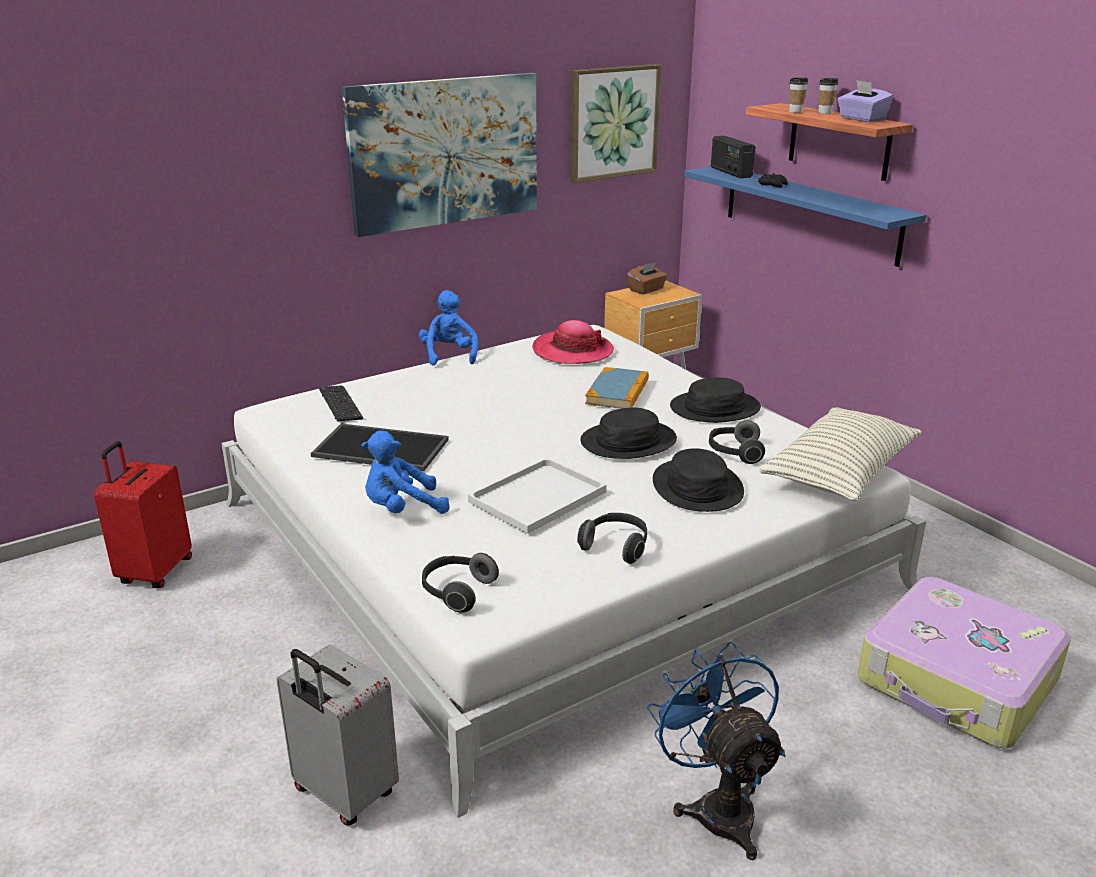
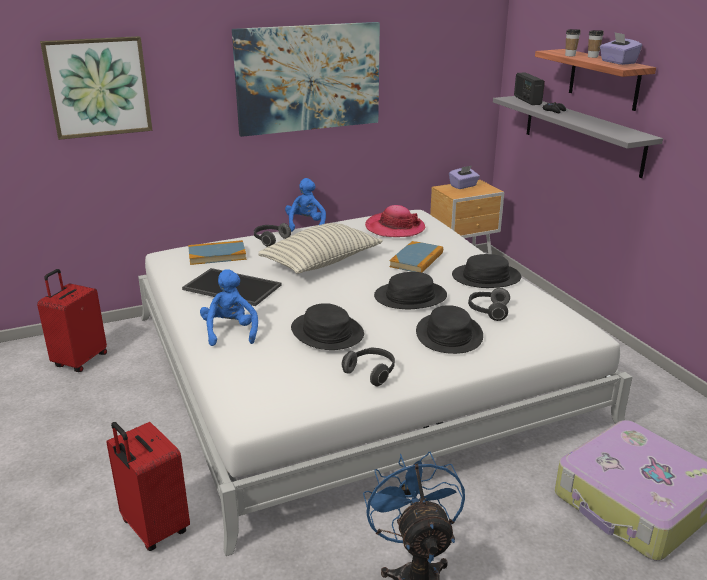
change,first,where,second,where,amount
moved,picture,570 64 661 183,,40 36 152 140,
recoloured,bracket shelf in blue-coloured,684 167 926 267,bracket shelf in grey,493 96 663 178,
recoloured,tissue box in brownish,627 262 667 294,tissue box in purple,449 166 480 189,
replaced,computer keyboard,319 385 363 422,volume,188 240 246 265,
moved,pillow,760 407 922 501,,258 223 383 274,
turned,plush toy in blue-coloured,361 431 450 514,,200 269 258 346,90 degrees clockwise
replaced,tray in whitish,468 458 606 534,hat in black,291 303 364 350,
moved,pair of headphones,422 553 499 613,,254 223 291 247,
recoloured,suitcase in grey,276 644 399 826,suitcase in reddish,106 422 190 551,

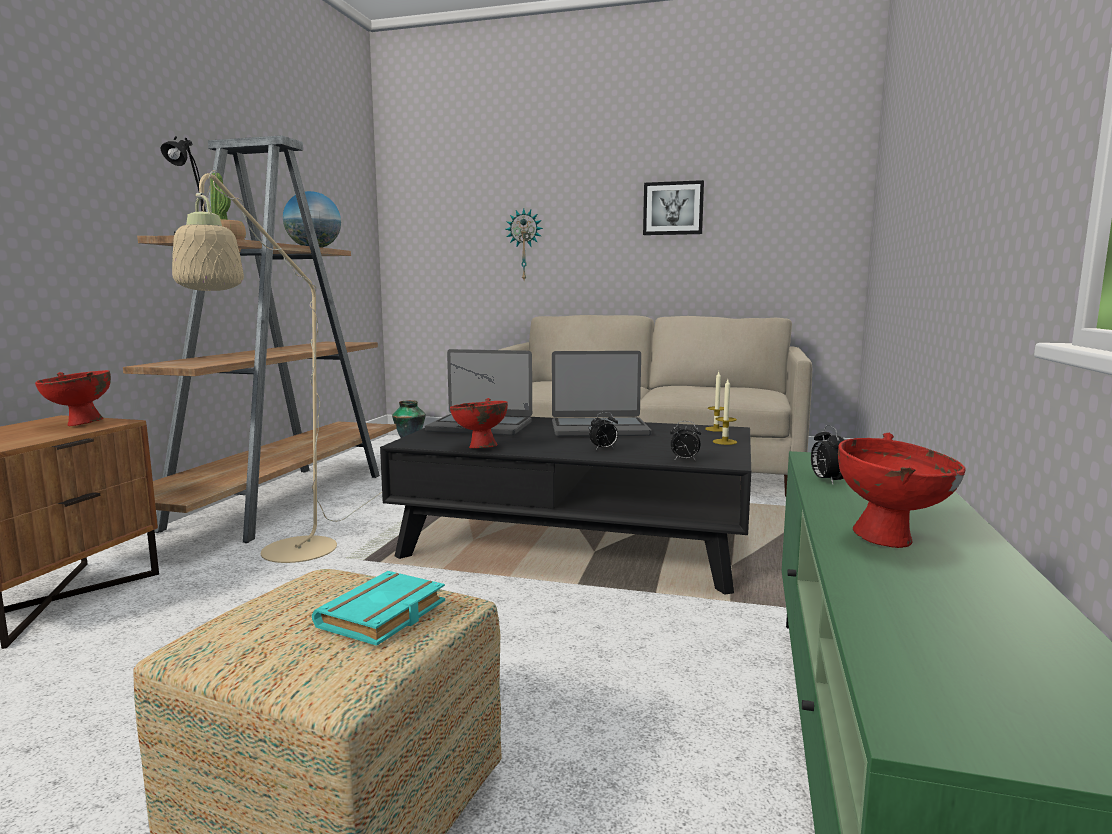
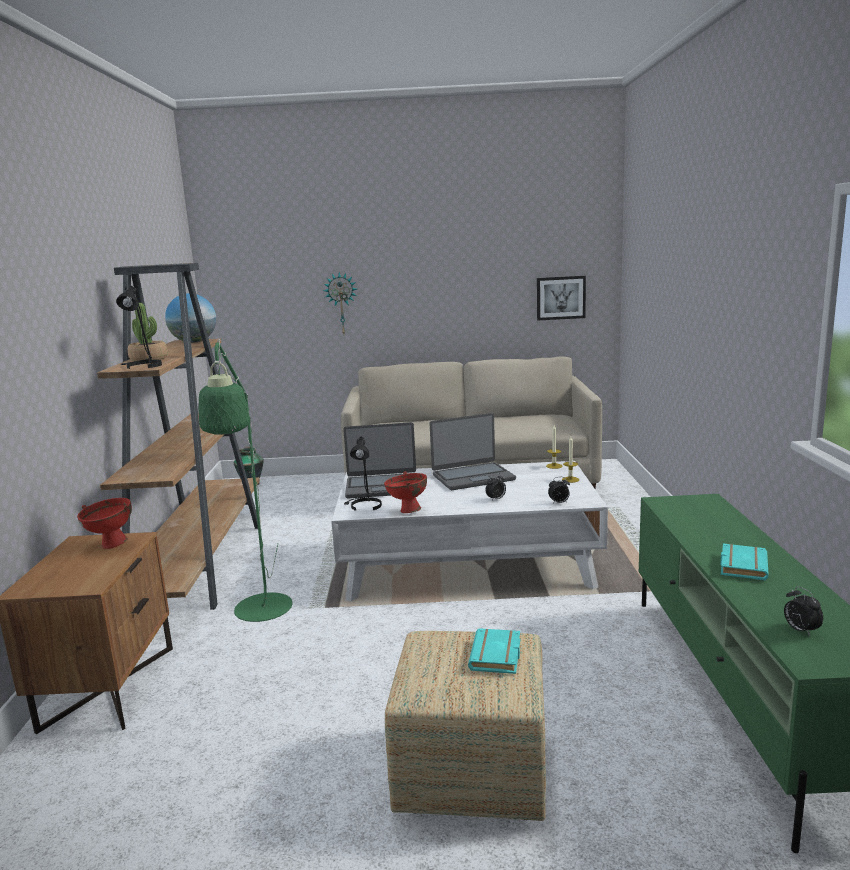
change,first,where,second,where,amount
recoloured,floor lamp in sand-coloured,172 170 382 563,floor lamp in greenish,199 339 293 622,
moved,picture,643 180 704 235,,537 276 586 320,
recoloured,low table in black,380 416 751 595,low table in whitish,331 461 608 602,
moved,alarm clock,811 425 844 484,,784 586 823 636,
replaced,deep dish in reddish,838 433 966 548,volume in turquoise-coloured,720 544 769 580,
added,,,table lamp in black,344 436 382 511,

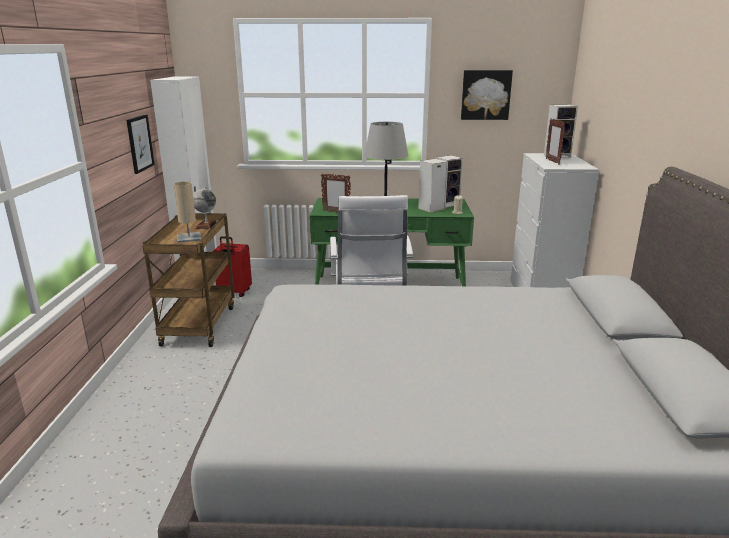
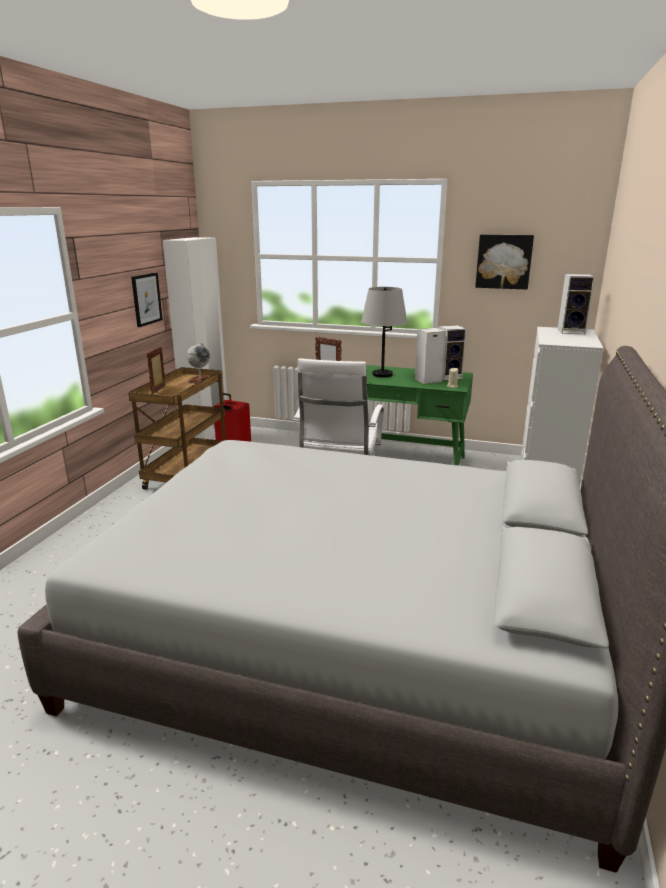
change,first,where,second,where,amount
moved,standing frame,546 119 565 165,,147 346 166 394,
removed,table lamp in sand-coloured,173 182 201 243,,,

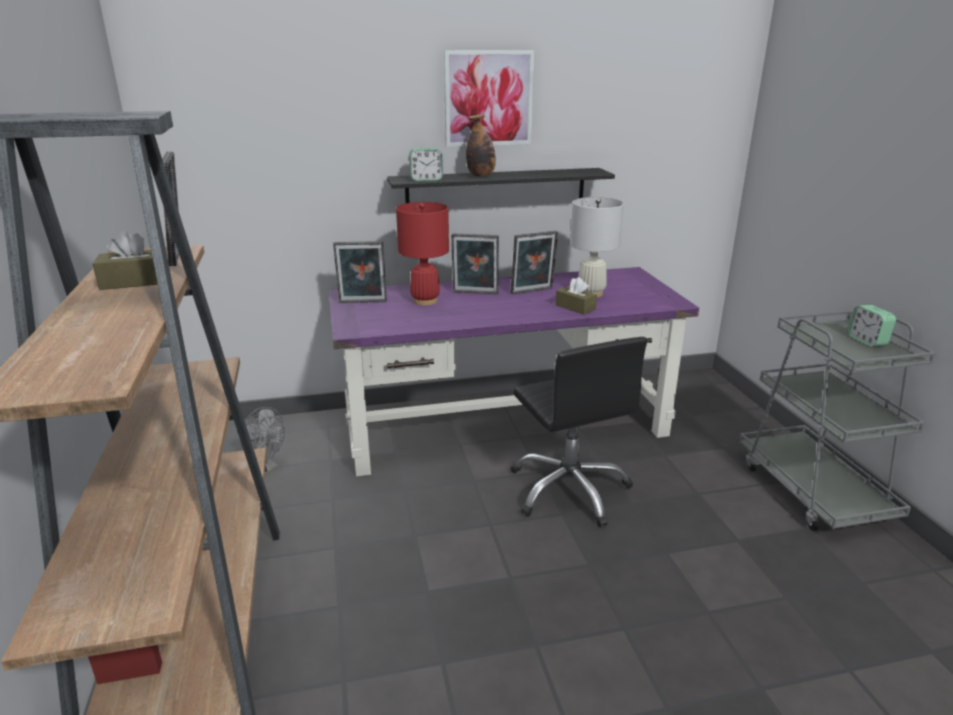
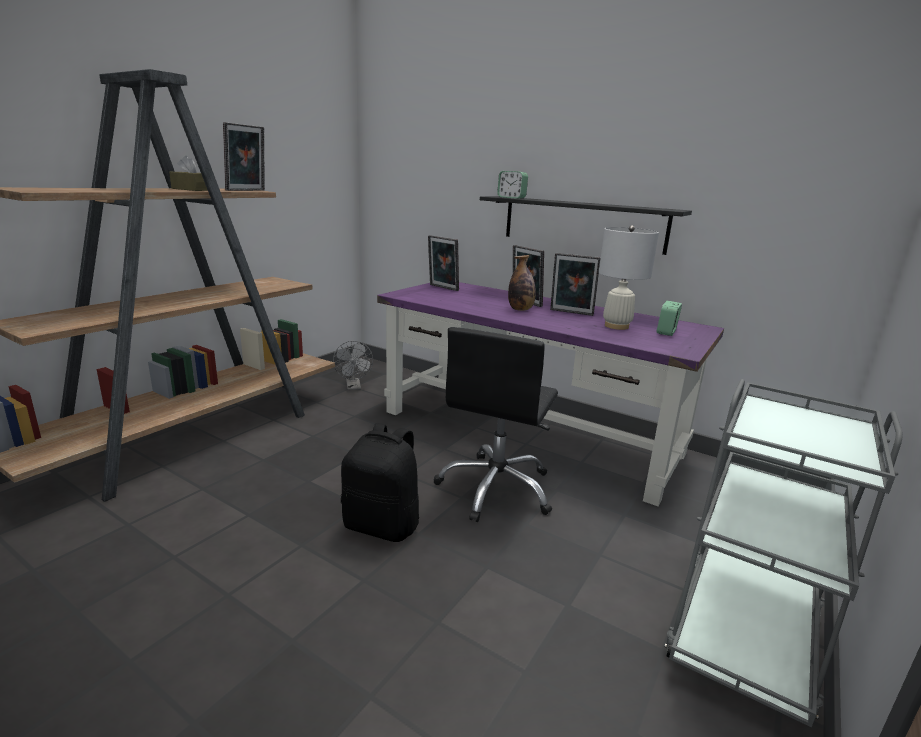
change,first,where,second,where,amount
removed,picture,444 50 534 147,,,
moved,beverage bottle,466 114 496 177,,508 255 536 311,
removed,table lamp in reddish,396 202 449 306,,,
removed,tissue box in brownish,555 277 597 315,,,
moved,alarm clock,848 305 896 347,,657 301 682 336,
added,,,knapsack in black,341 423 420 542,

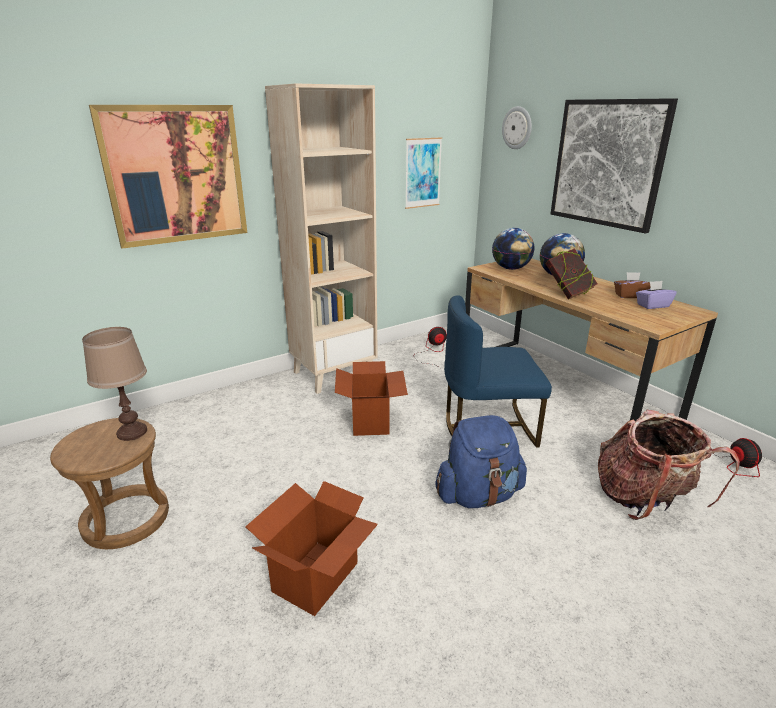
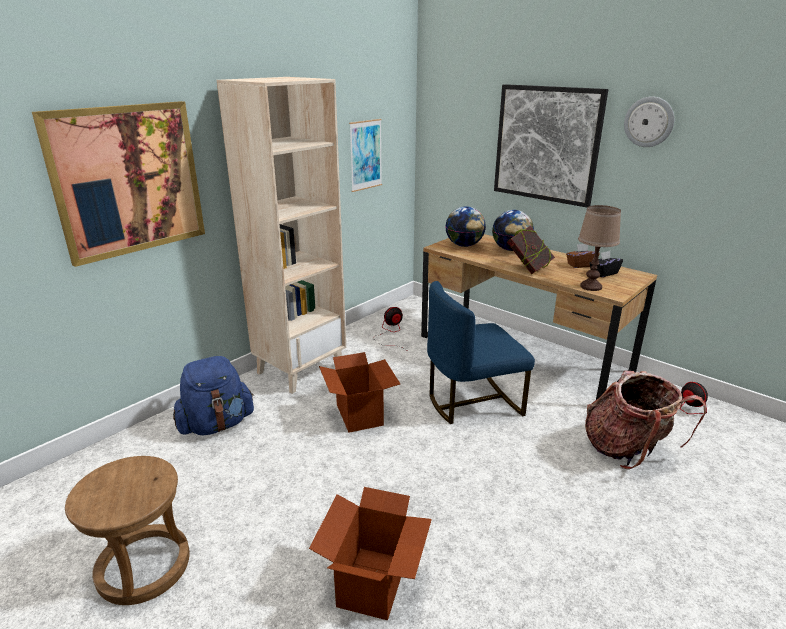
change,first,where,second,where,amount
moved,hanging clock,502 106 532 149,,624 96 674 147,
recoloured,tissue box in purple,636 281 677 309,tissue box in black,589 251 623 277,
moved,table lamp in brownish,82 327 147 441,,578 205 621 291,
moved,knapsack in blue-coloured,435 415 527 508,,173 356 254 435,

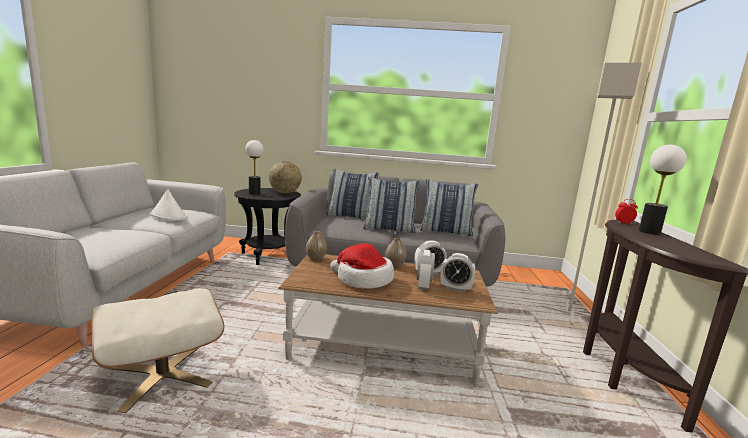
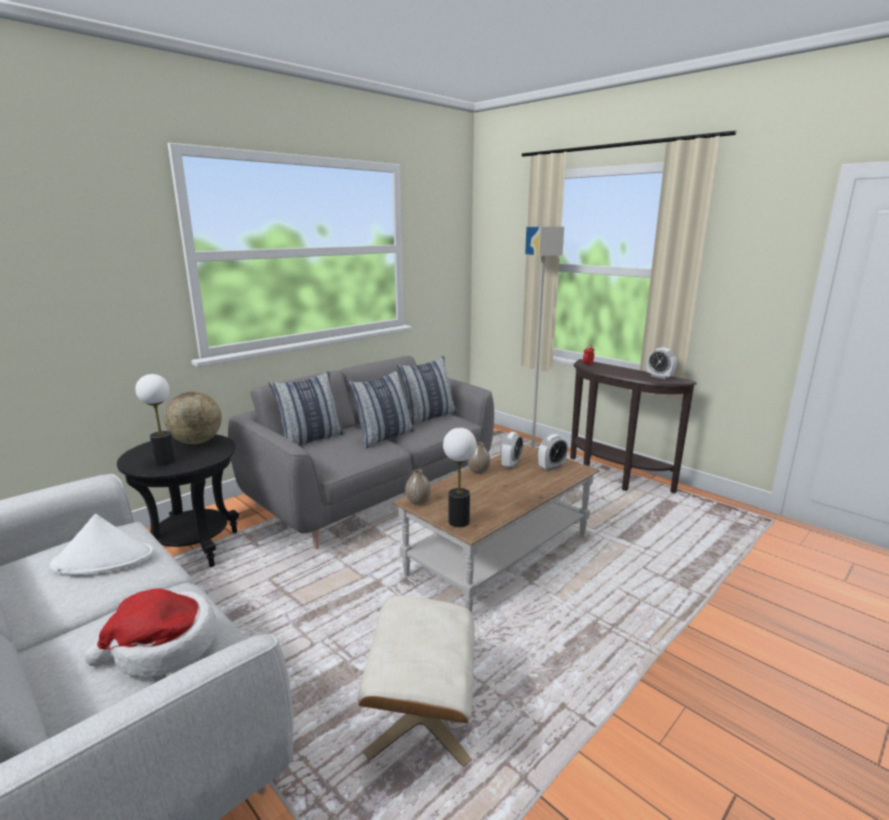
change,first,where,second,where,amount
moved,table lamp,639 145 687 235,,443 428 476 527,
moved,hat,330 243 394 289,,84 588 217 678,
moved,alarm clock,417 250 435 290,,647 347 677 379,

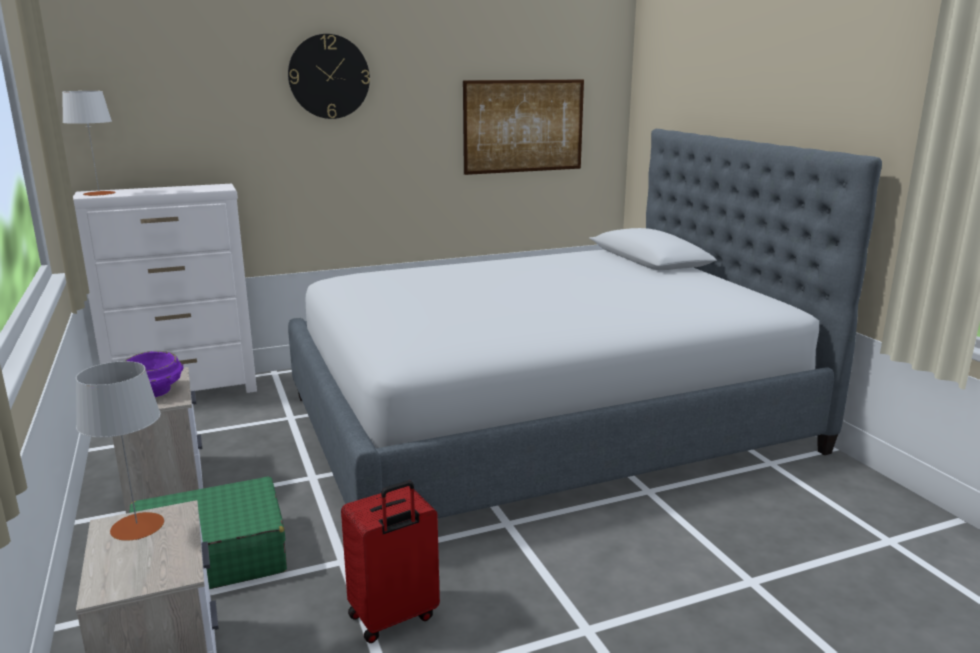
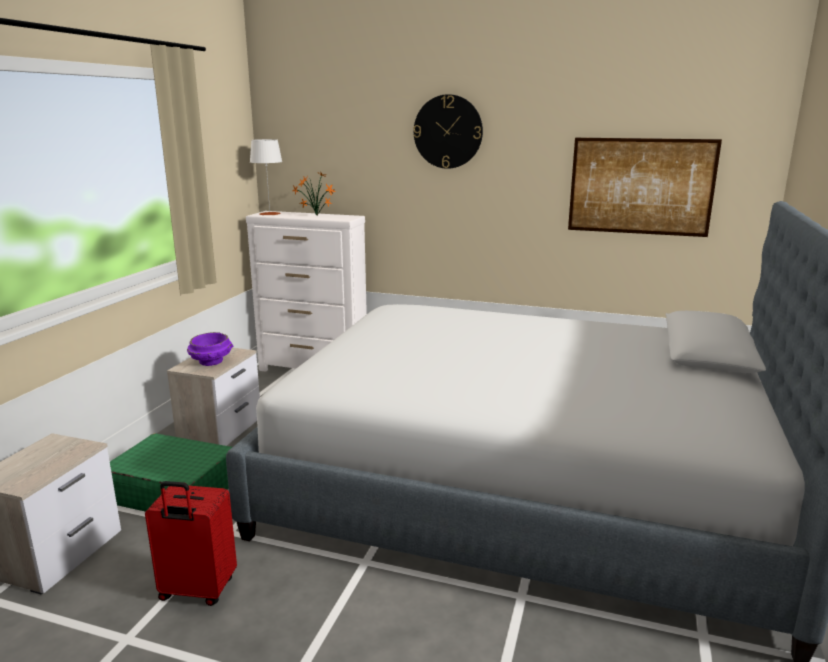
change,first,where,second,where,amount
removed,table lamp in grey,76 361 164 541,,,
added,,,houseplant,292 172 336 216,

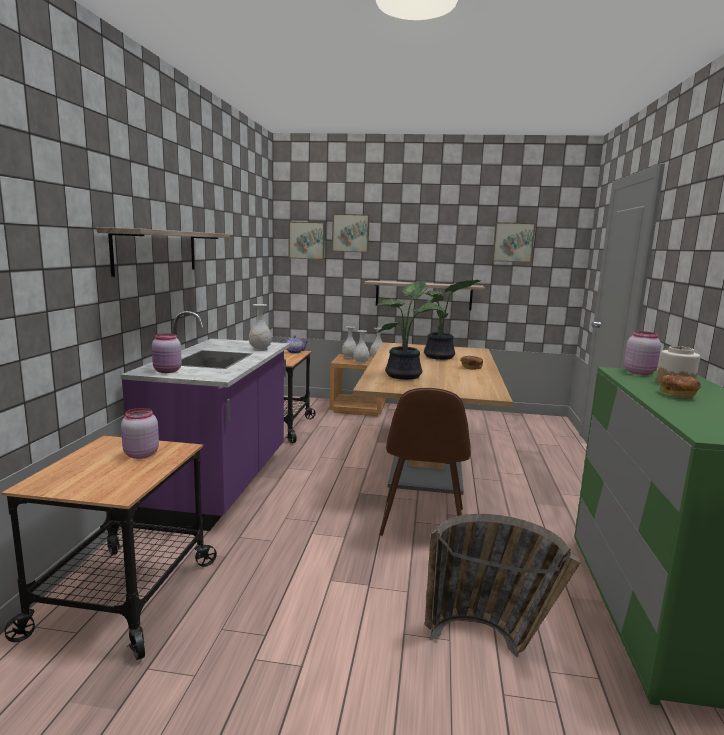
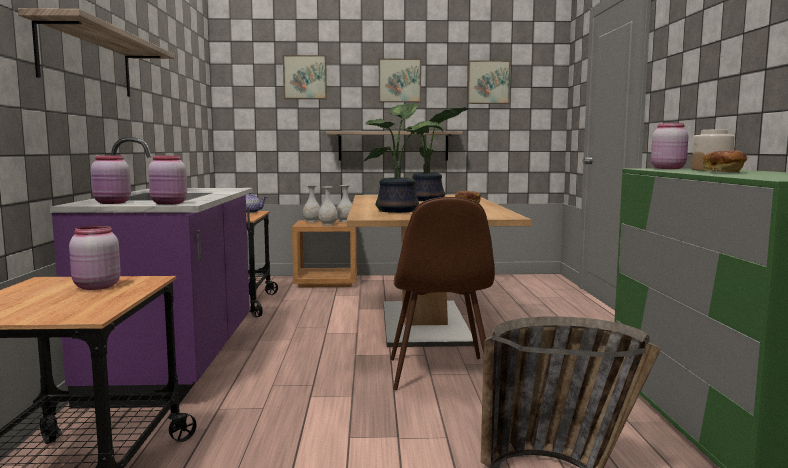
change,first,where,second,where,amount
moved,picture,288 221 325 260,,379 59 421 102,
removed,flower vase in whitish,249 304 272 351,,,
added,,,preserve jar in pinkish,148 156 187 205,

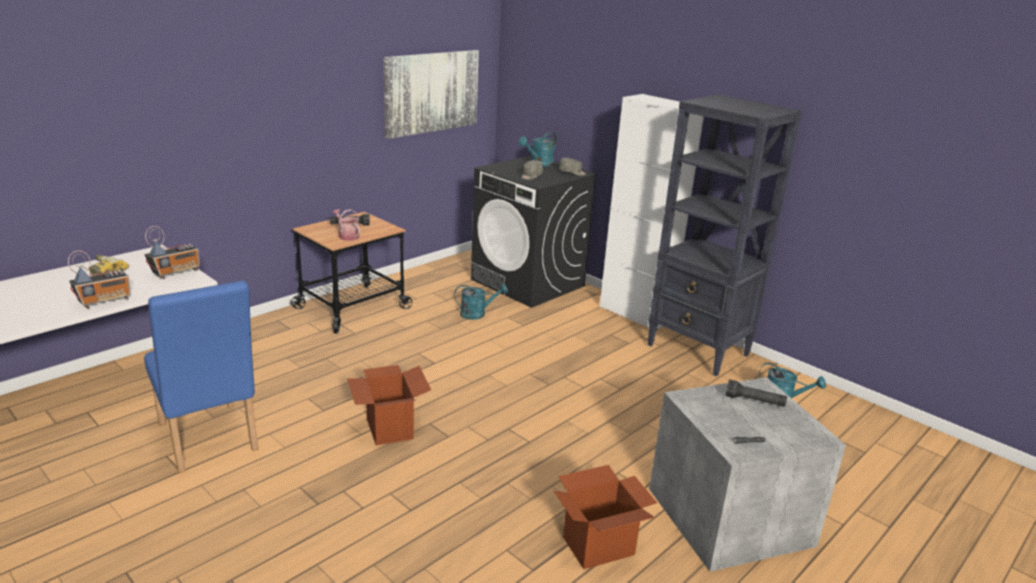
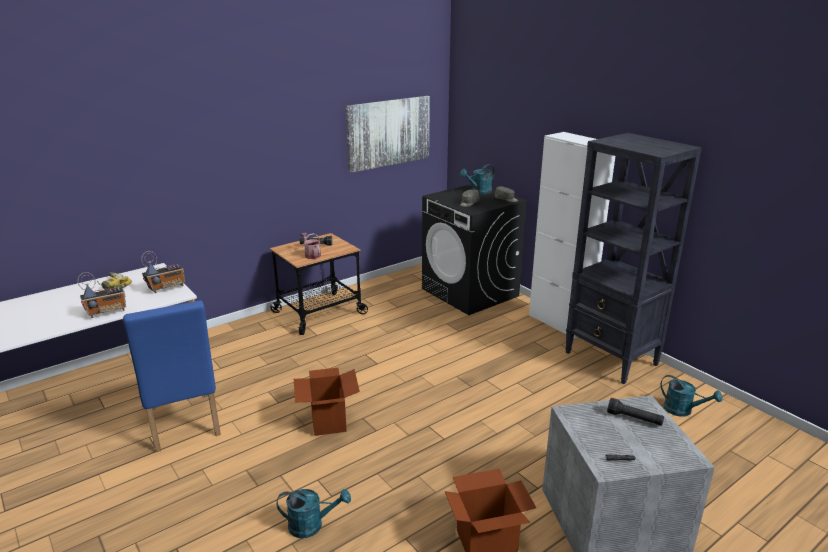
change,first,where,second,where,amount
moved,watering pot in turquoise-coloured,454 283 508 320,,277 489 351 538,

